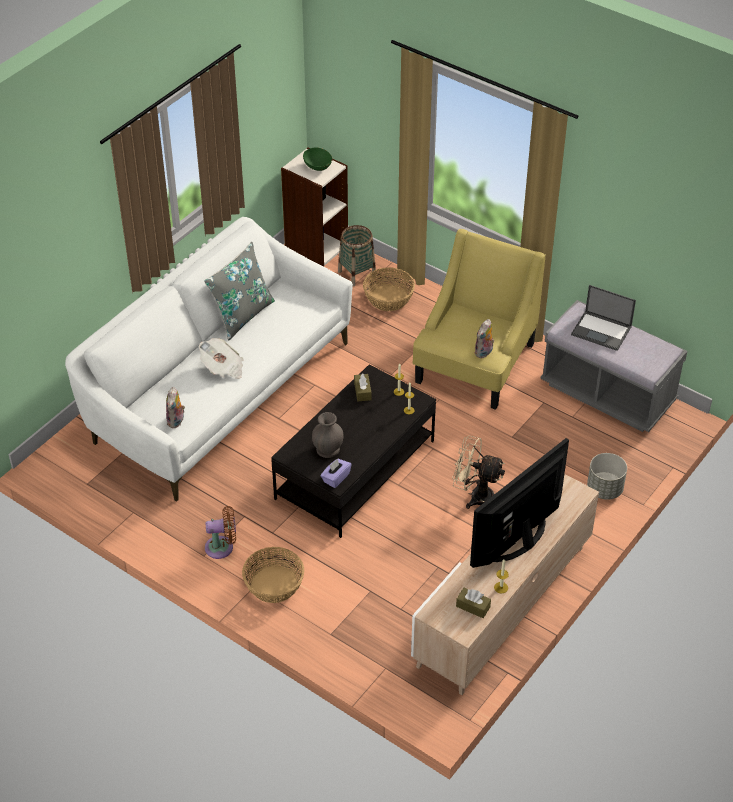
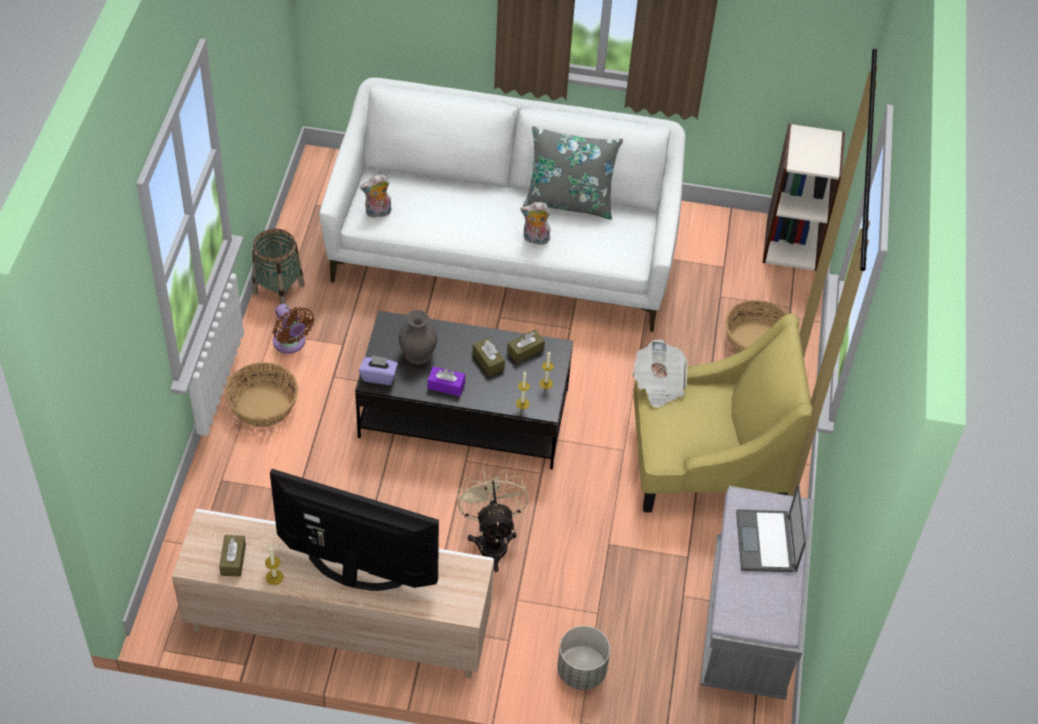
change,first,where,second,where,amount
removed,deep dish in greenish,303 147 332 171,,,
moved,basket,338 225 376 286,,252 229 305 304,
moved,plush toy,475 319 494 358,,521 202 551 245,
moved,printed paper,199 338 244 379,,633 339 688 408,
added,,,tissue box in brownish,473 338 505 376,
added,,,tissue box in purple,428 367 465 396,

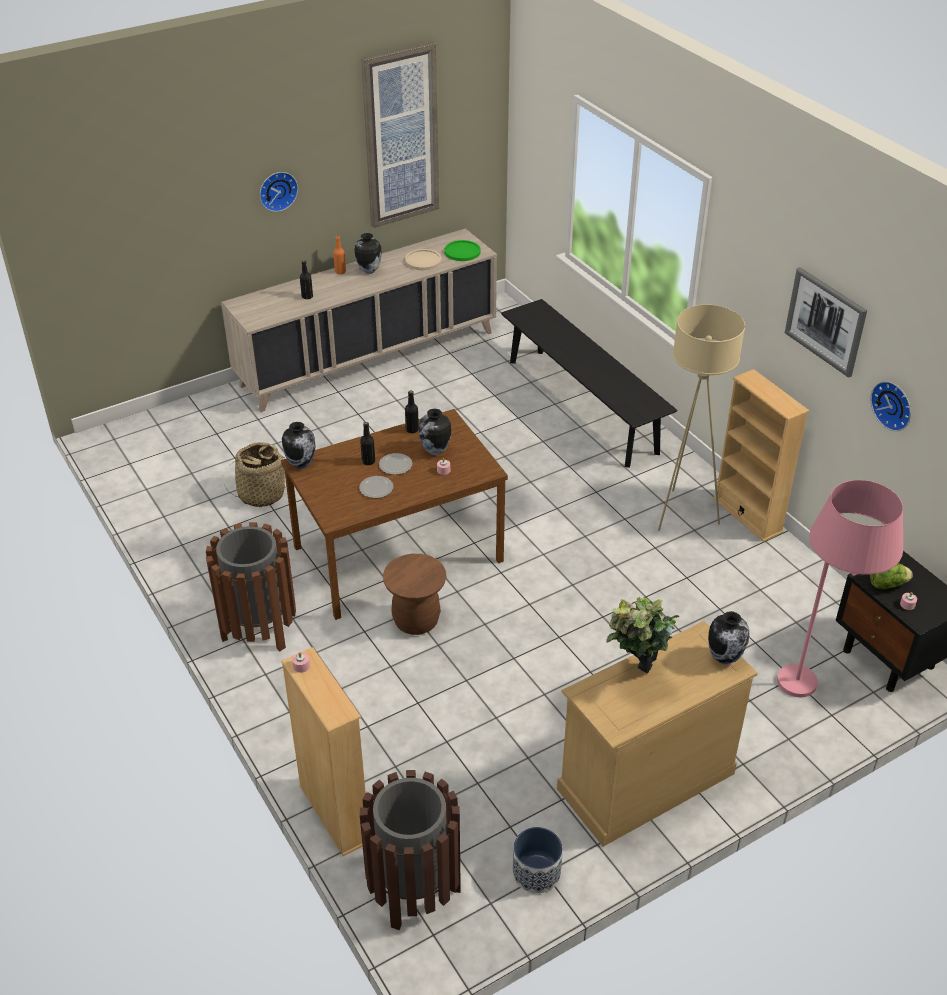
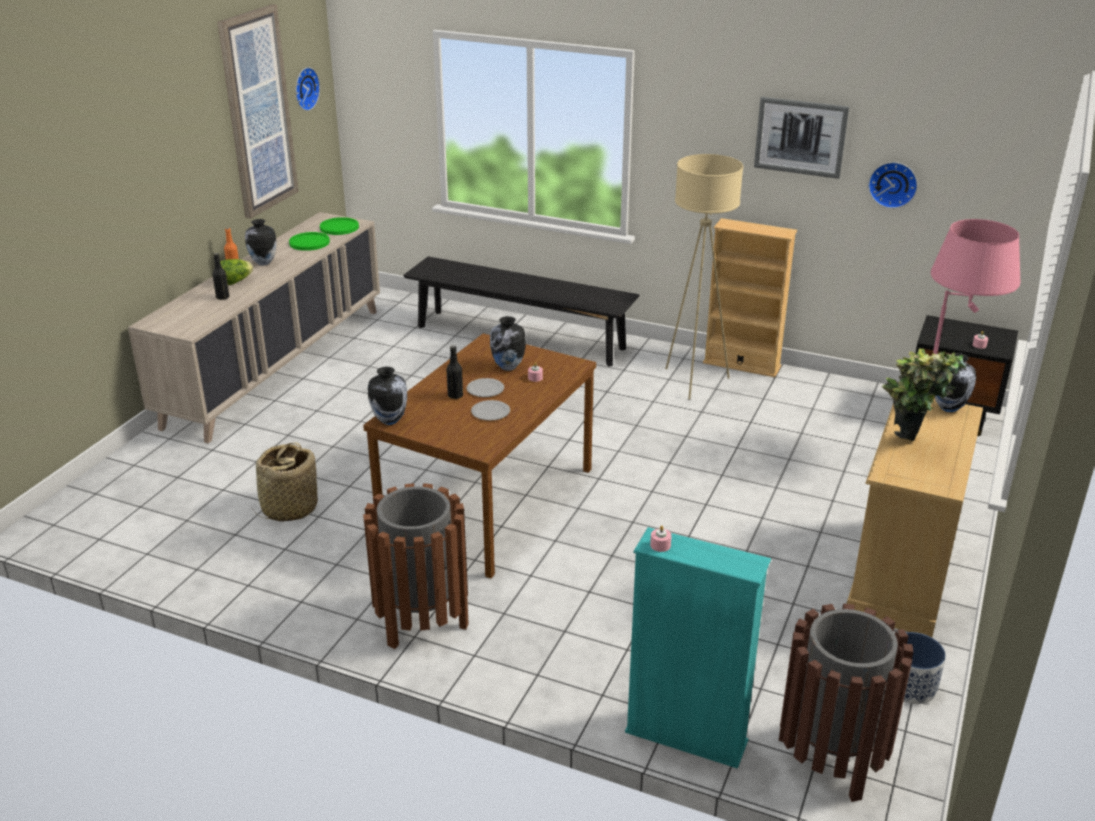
change,first,where,second,where,amount
moved,hanging clock,260 172 298 212,,296 67 320 111,
recoloured,dinner plate in sand-coloured,405 249 442 270,dinner plate in greenish,289 232 330 251,
removed,beverage bottle in black,405 391 419 433,,,
removed,stool in brownish,383 554 446 635,,,
moved,lettuce,870 563 912 589,,220 259 254 285,
recoloured,shelving unit in sand-coloured,281 647 366 856,shelving unit in turquoise-coloured,625 527 771 769,

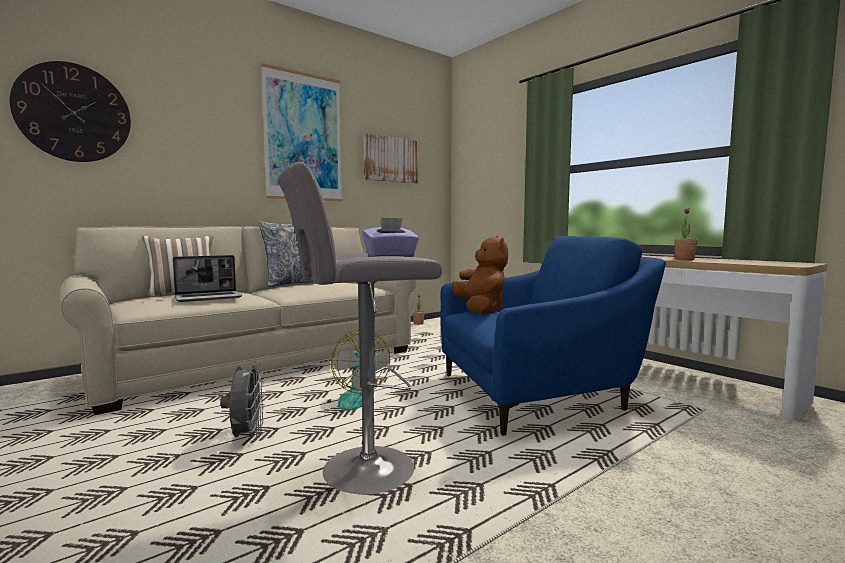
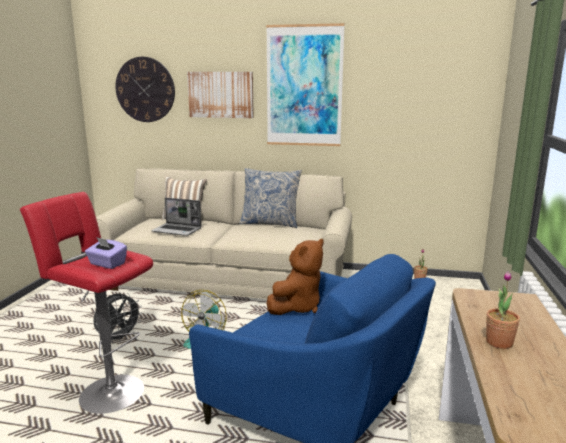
change,first,where,second,where,amount
moved,picture,363 133 419 183,,187 72 254 118,
recoloured,stool in grey,277 162 442 494,stool in reddish,20 192 153 414,

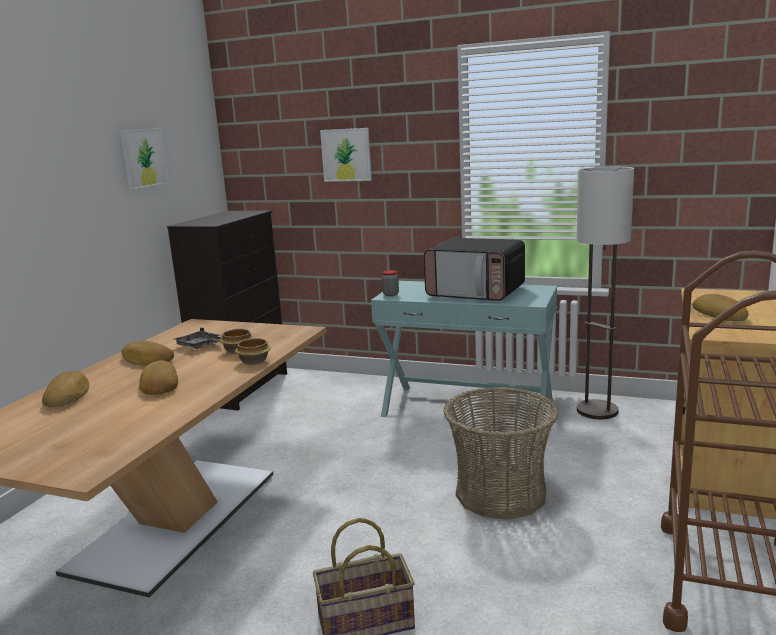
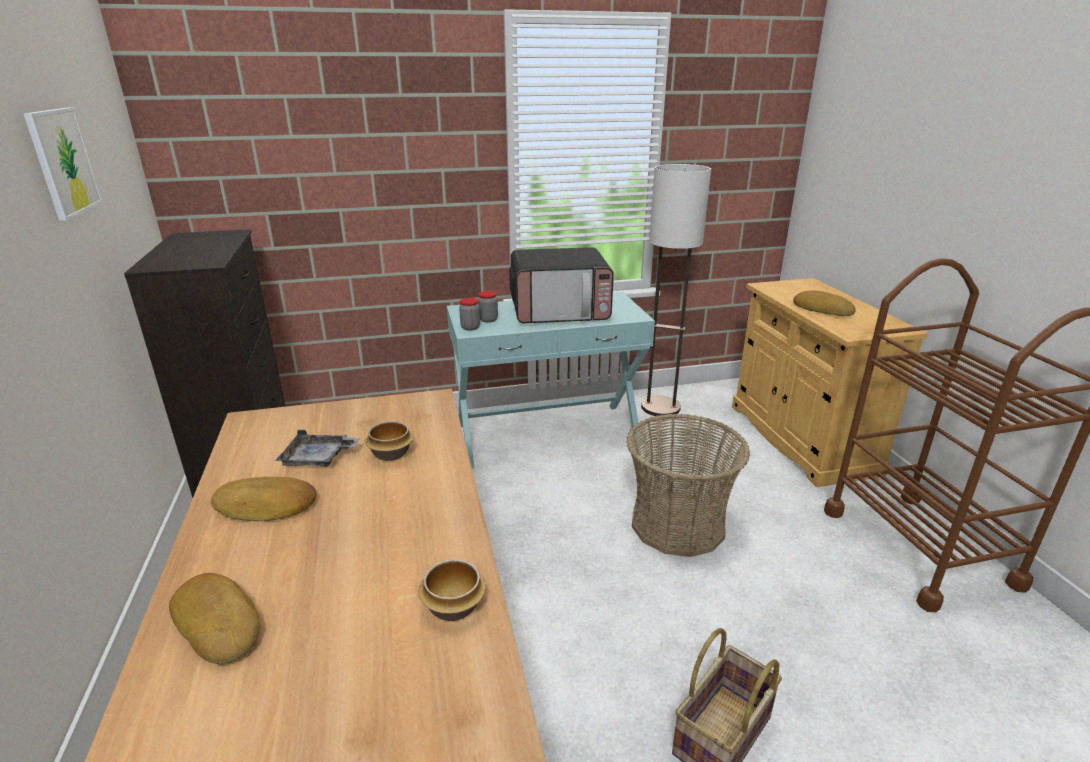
change,first,where,second,where,amount
removed,picture,320 128 372 182,,,
moved,deep dish,235 338 271 365,,418 559 486 621,
removed,bakery bread,139 360 178 395,,,
added,,,preserve jar,478 291 498 323,

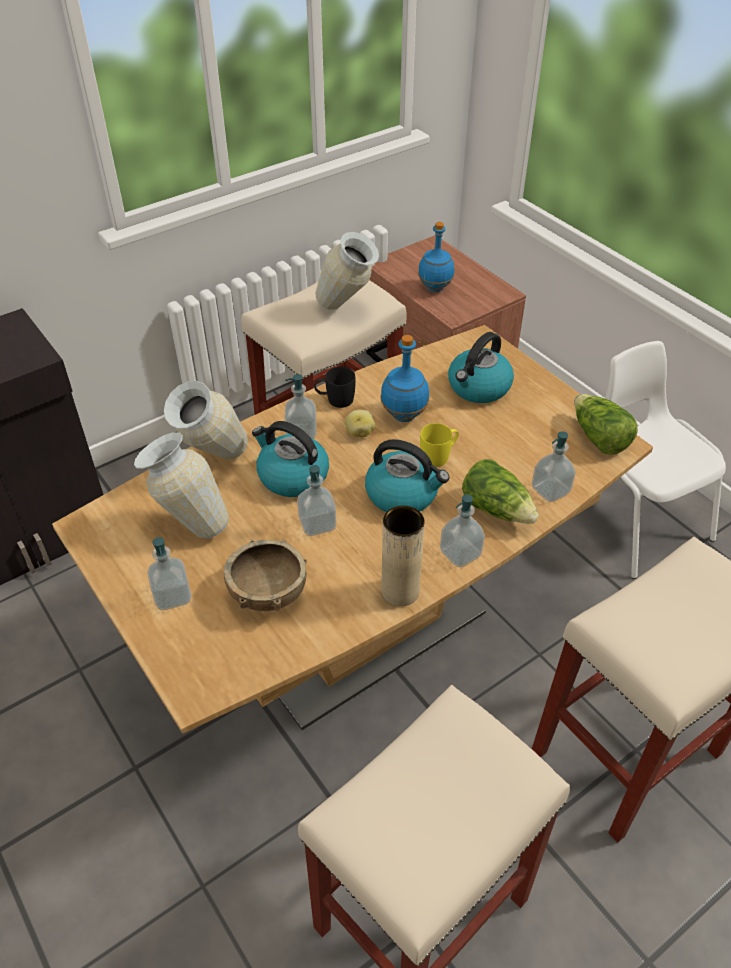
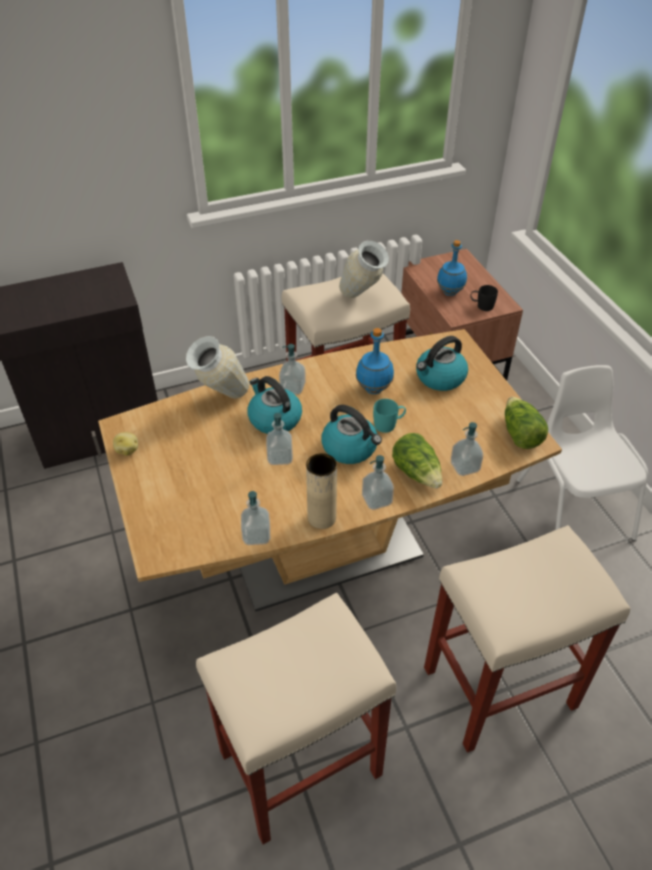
change,first,where,second,where,amount
moved,tea mug in black,314 367 355 408,,470 285 498 311,
moved,potato,344 409 375 437,,113 432 138 456,
recoloured,tea mug in yellow-coloured,420 423 459 467,tea mug in turquoise-coloured,373 399 406 433,
removed,flower vase,134 432 229 539,,,
moved,soap dispenser,147 537 192 610,,241 491 270 545,
removed,deep dish in brownish,224 540 307 611,,,

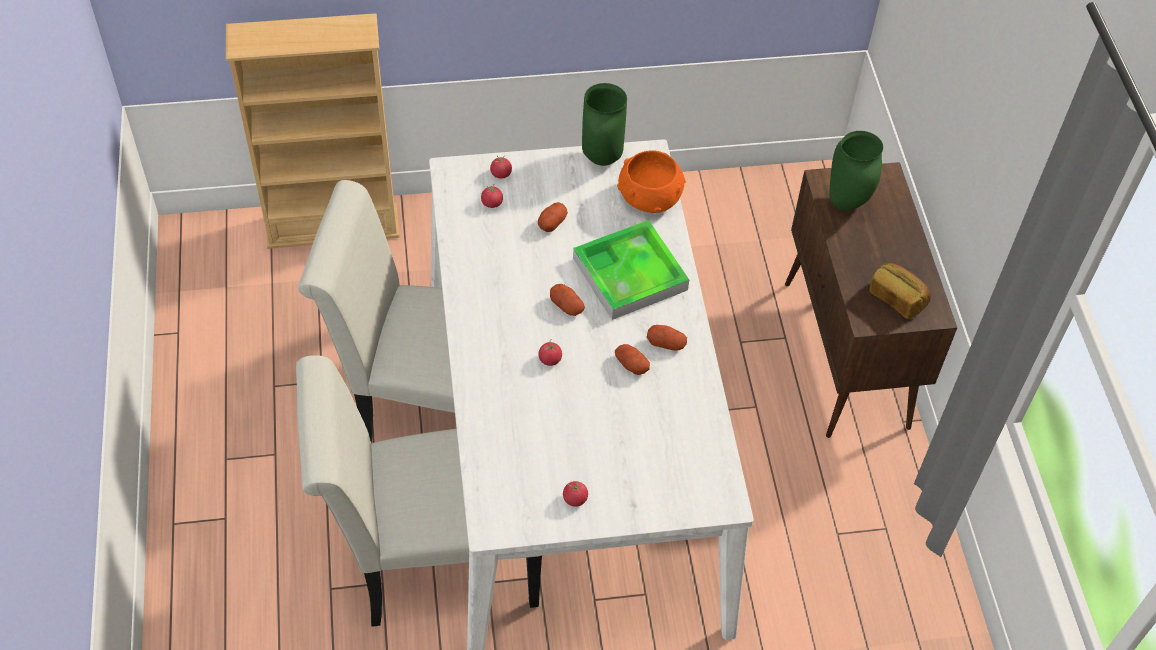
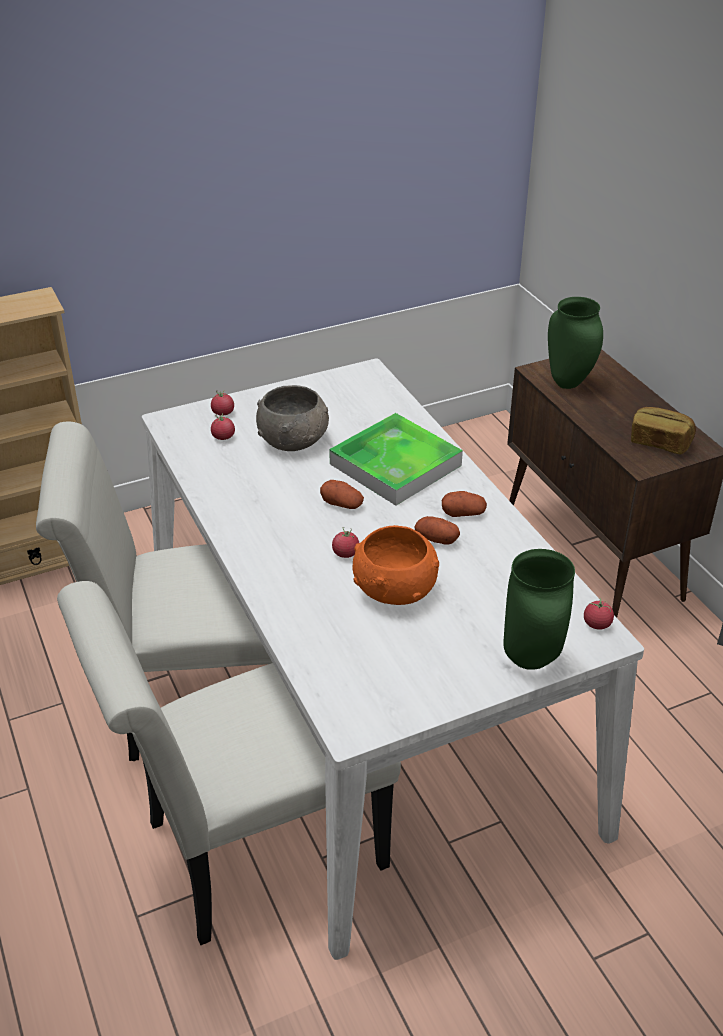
change,first,where,second,where,amount
moved,flower vase in greenish,582 83 627 166,,503 549 575 670,
moved,deep dish in orange-coloured,617 150 686 213,,352 525 439 605,
replaced,potato,538 202 568 232,deep dish in grey,256 385 329 451,
moved,whole tomato,563 481 588 507,,584 598 614 630,

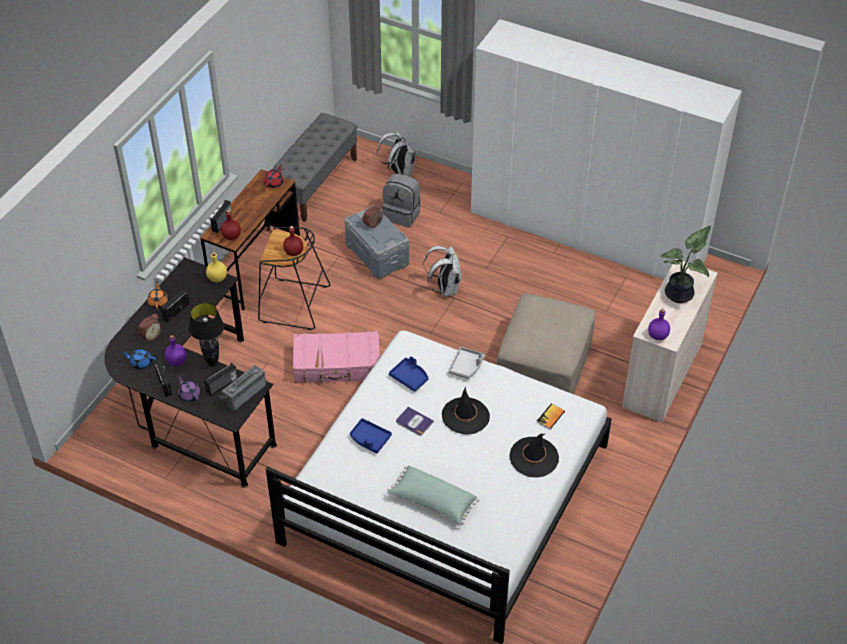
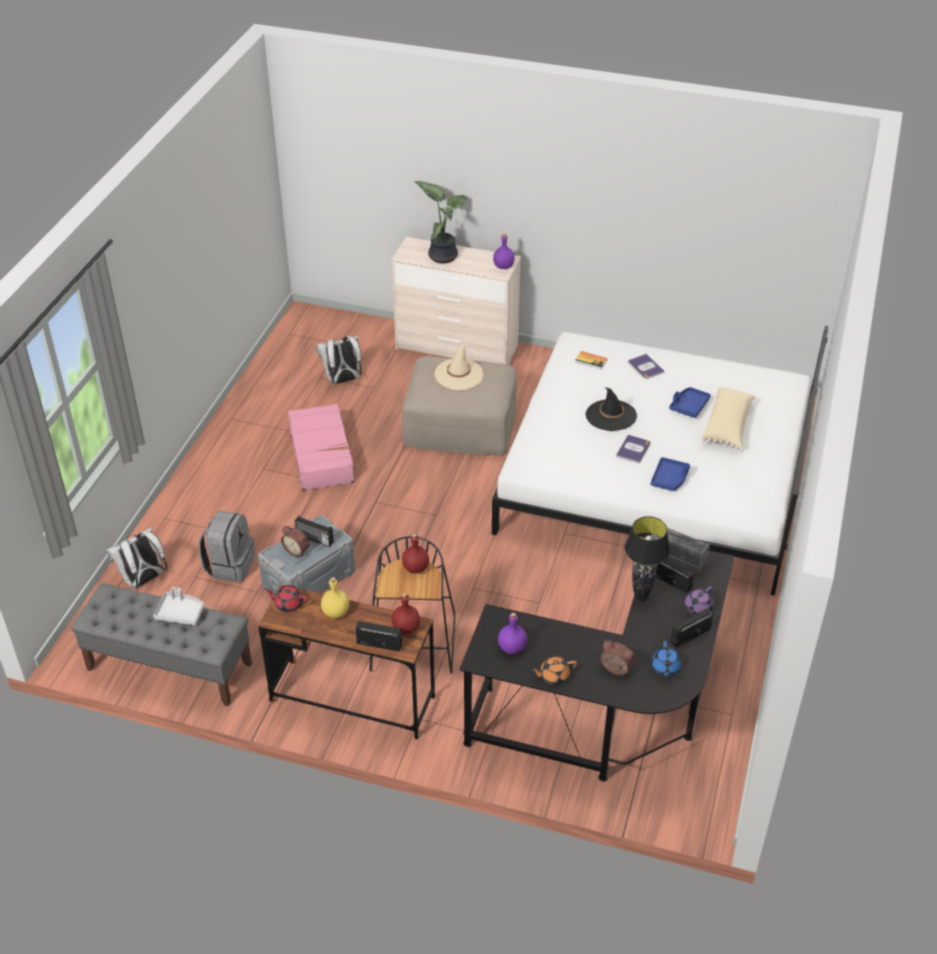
change,first,where,second,where,amount
removed,armoire in whitish,471 19 742 279,,,
moved,knapsack in whitish,423 246 461 296,,316 336 362 384,
moved,beverage bottle in yellow-coloured,206 252 227 282,,321 577 349 618,
moved,radio set,160 289 190 323,,295 515 334 547,
moved,suitcase in pinkish,293 331 380 383,,288 404 357 491,
moved,beverage bottle in purple,165 335 187 366,,498 612 527 654,
moved,tray in grey,448 347 485 379,,153 587 204 625,
moved,tray in blue-coloured,389 356 429 392,,669 387 711 418,
replaced,hat in black,509 434 559 478,volume,628 354 665 379,
recoloured,pillow in greenish,387 466 480 525,pillow in sand-coloured,702 387 755 450,
added,,,hat in sand-coloured,434 344 484 390,

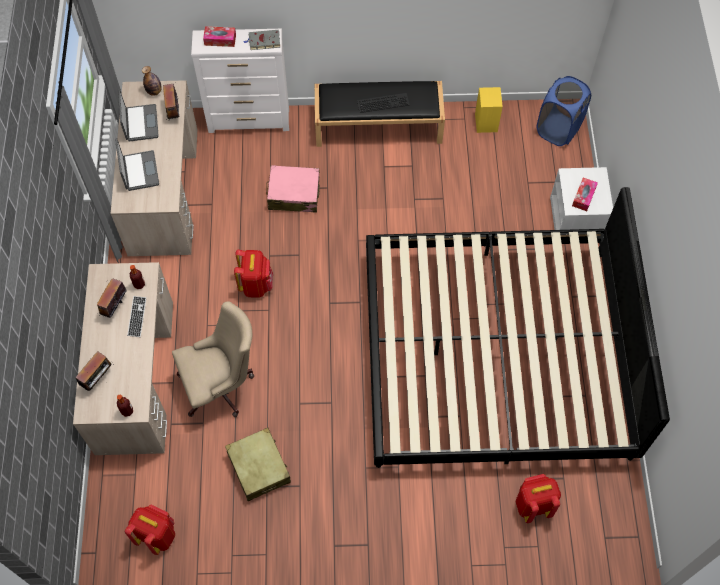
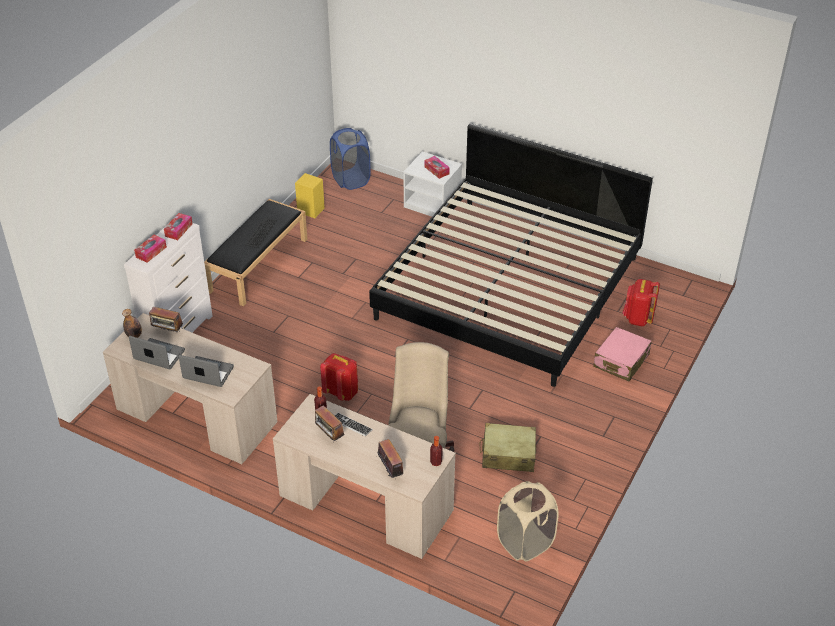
change,first,where,second,where,amount
replaced,volume in grey,244 30 280 50,tissue box,164 213 193 240,
moved,suitcase in pinkish,266 165 320 213,,593 327 652 381,
replaced,knapsack in reddish,125 505 175 555,hamper in sand-coloured,497 481 559 561,

